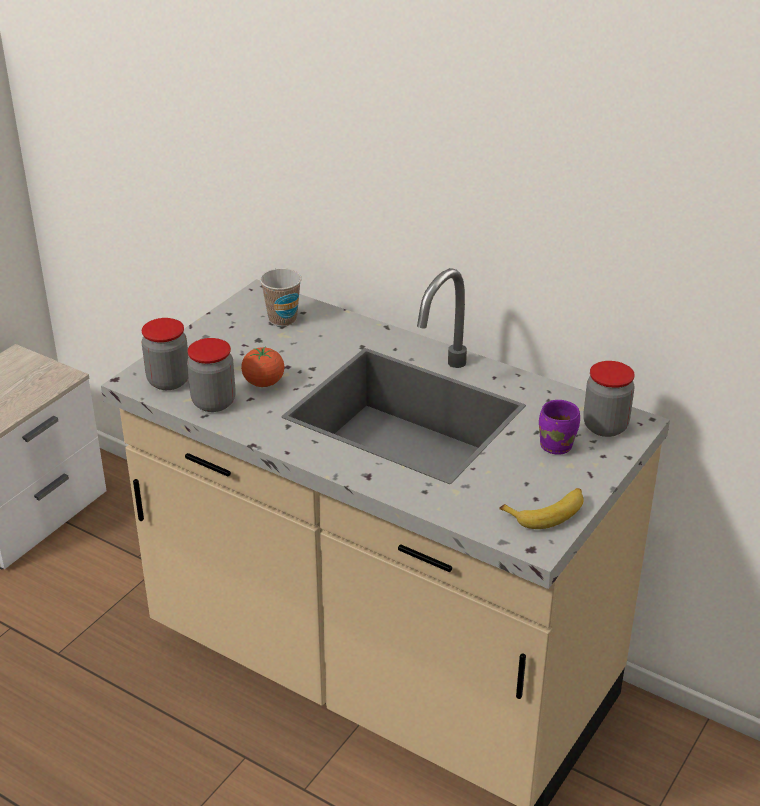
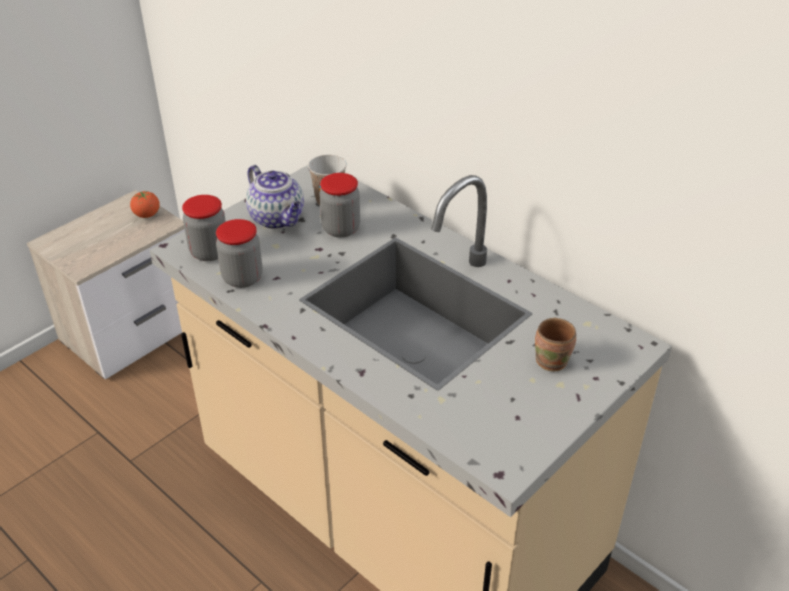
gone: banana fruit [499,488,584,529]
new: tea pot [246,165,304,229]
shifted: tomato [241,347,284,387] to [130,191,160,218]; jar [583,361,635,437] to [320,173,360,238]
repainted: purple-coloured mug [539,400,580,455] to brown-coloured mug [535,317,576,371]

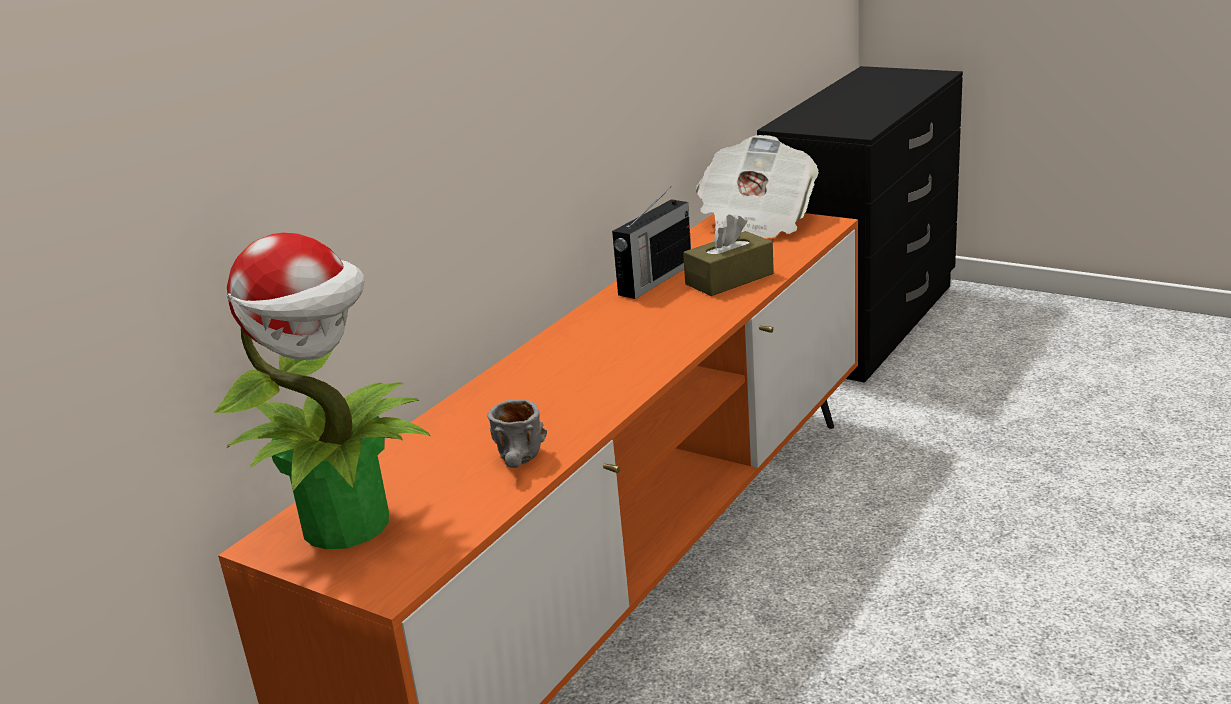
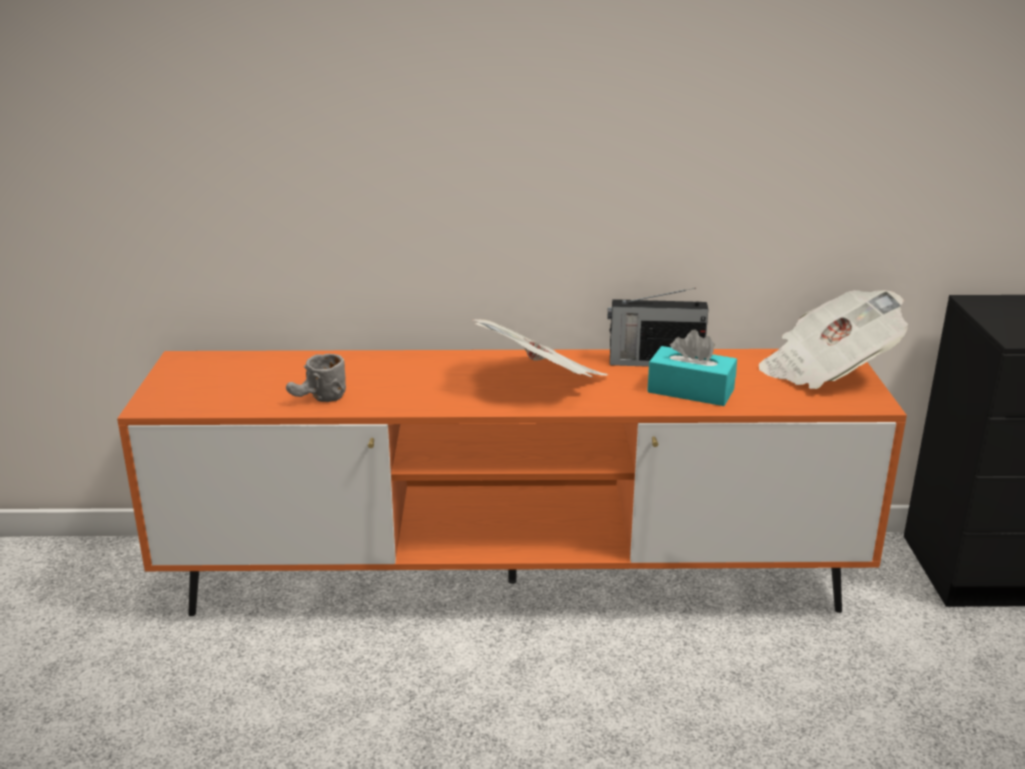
gone: plant in a pot [214,232,430,549]
new: printed paper [474,319,608,377]
repainted: brown-coloured box of tissues [683,214,774,296] to turquoise-coloured box of tissues [647,330,737,406]

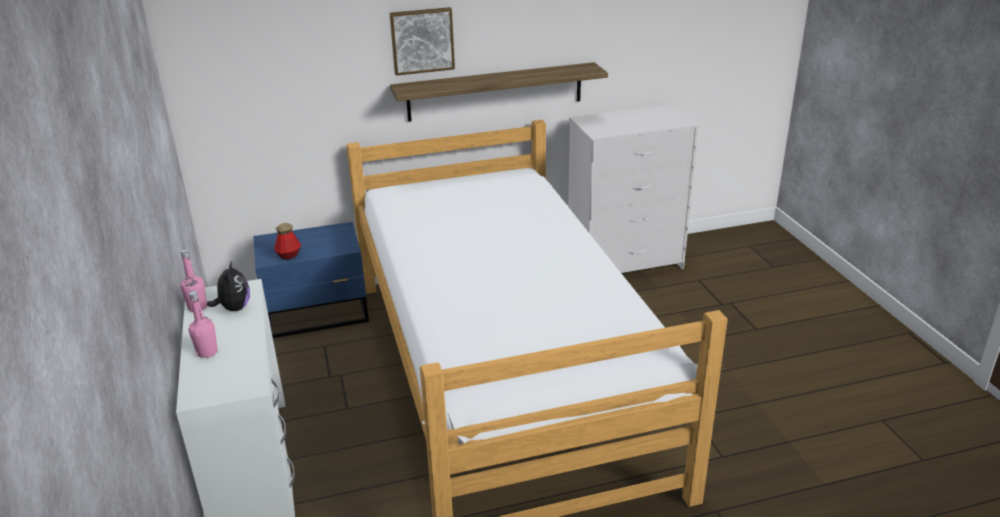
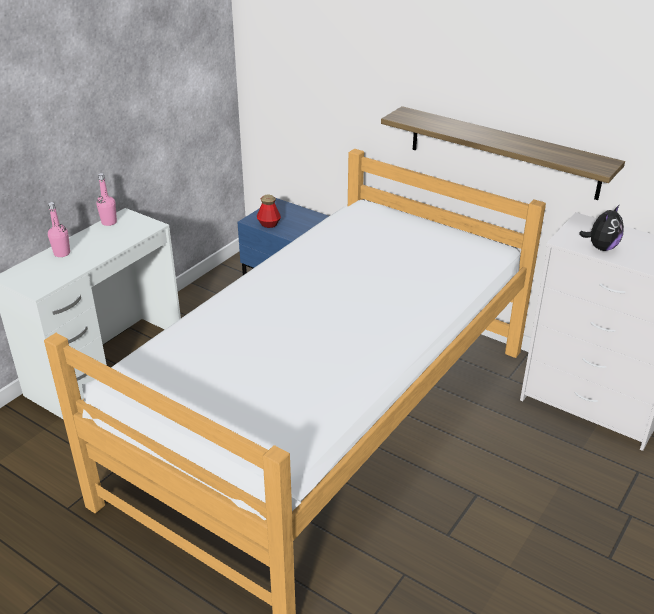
gone: wall art [390,7,455,76]
shifted: soft toy [207,260,250,311] to [579,204,624,251]

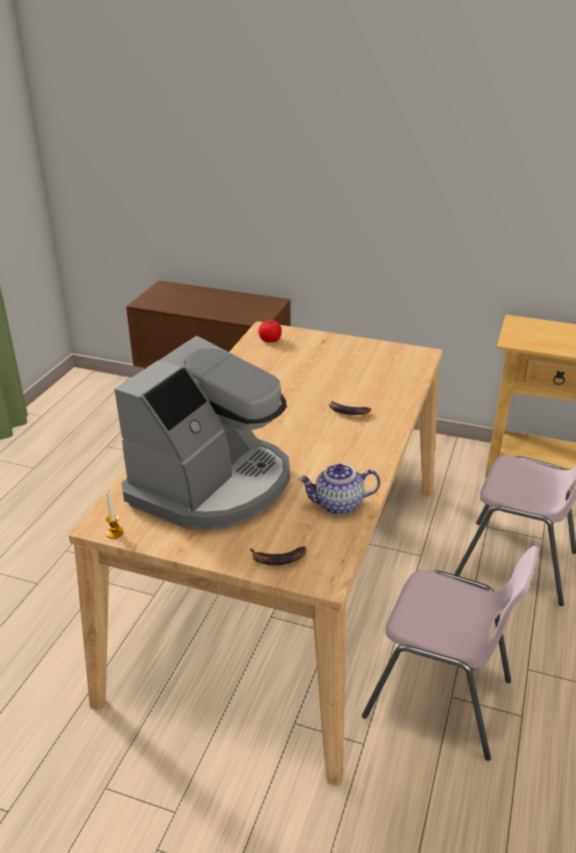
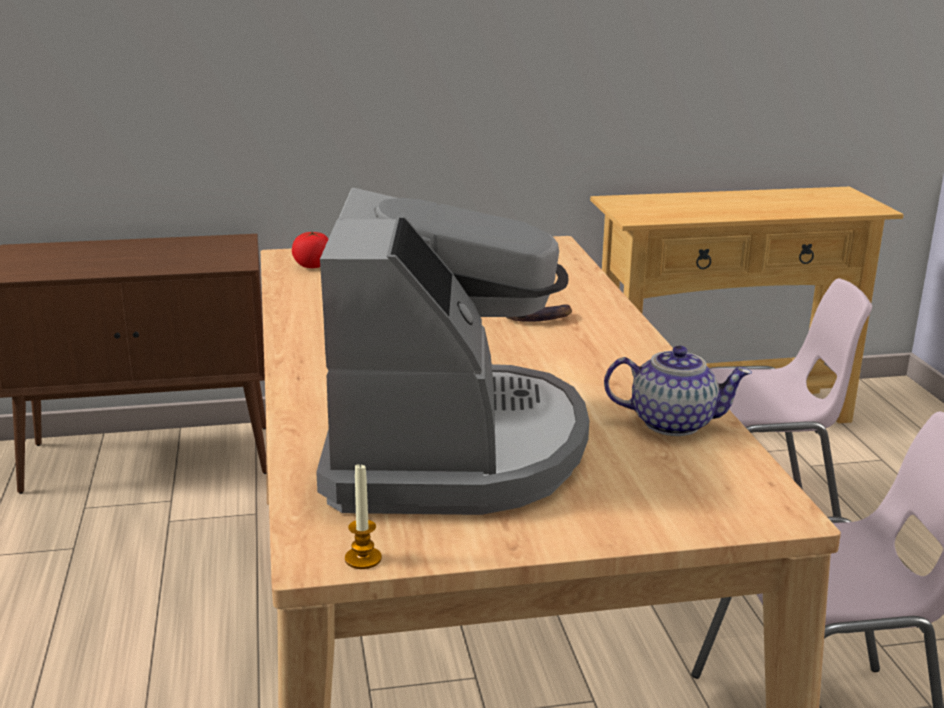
gone: banana fruit [250,546,307,565]
rotated: tea pot [298,464,380,515] = [604,346,752,436] 135 degrees counterclockwise

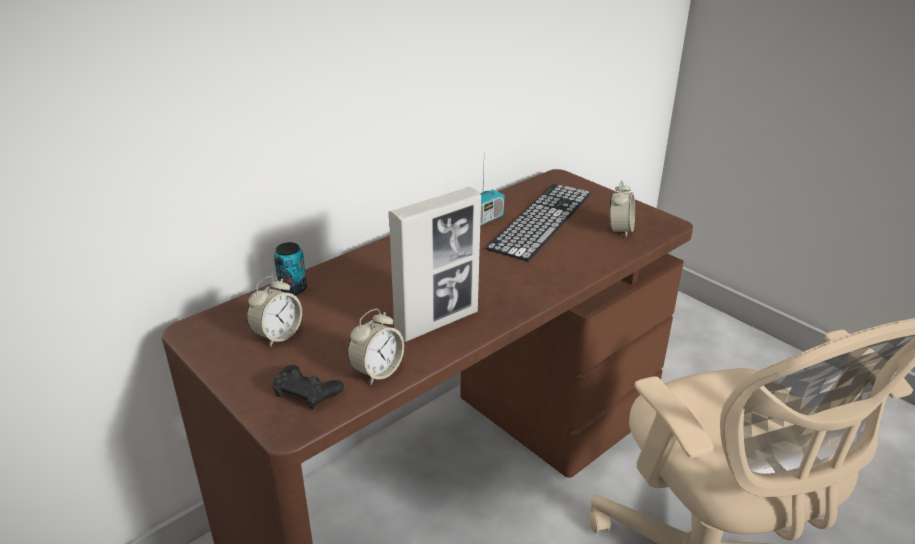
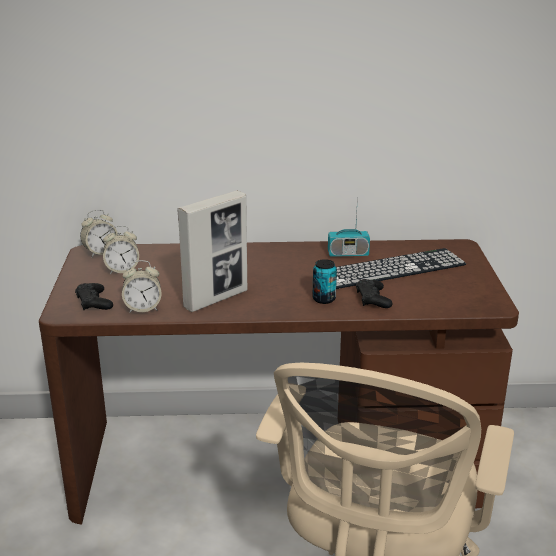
new: black joypad [356,279,393,308]
shifted: sealed can [274,242,307,295] to [312,259,337,304]; table clock [609,180,635,237] to [80,209,118,257]
rotated: standing frame [388,187,481,342] = [177,191,247,312] 45 degrees counterclockwise

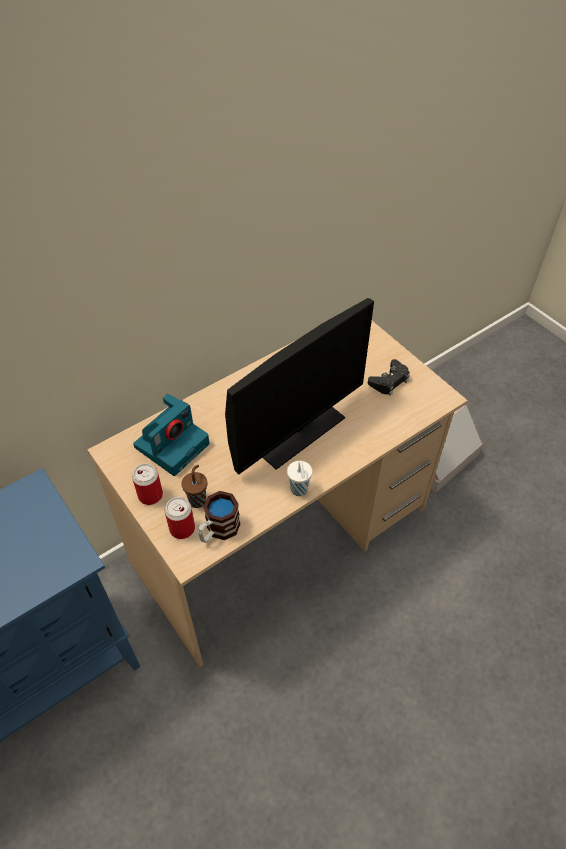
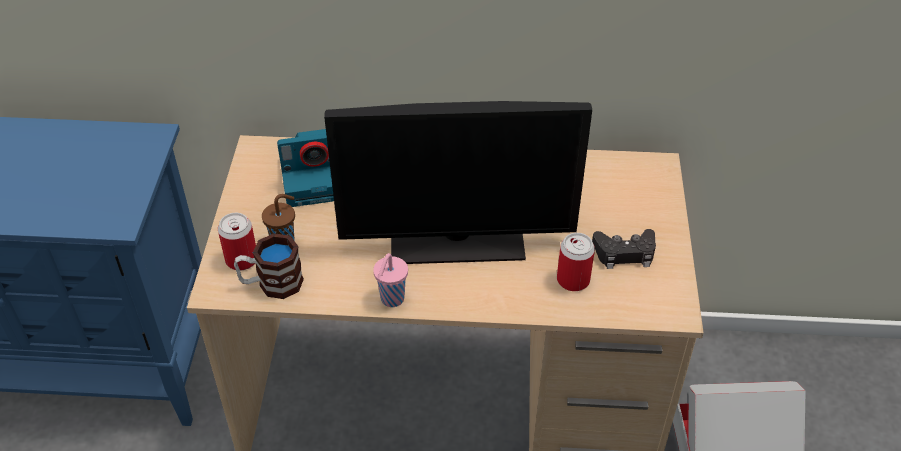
shifted: sealed can [132,463,163,505] to [557,233,595,291]
repainted: white-coloured small cup [287,461,312,496] to pink small cup [373,253,408,307]

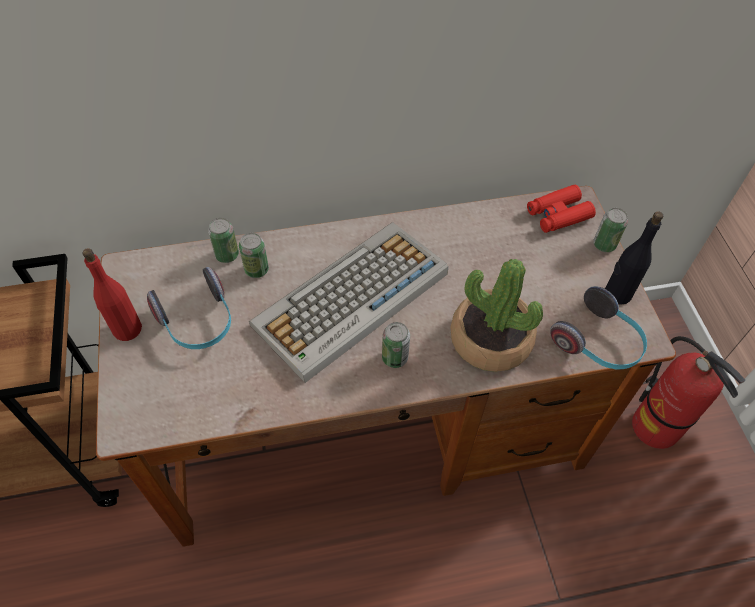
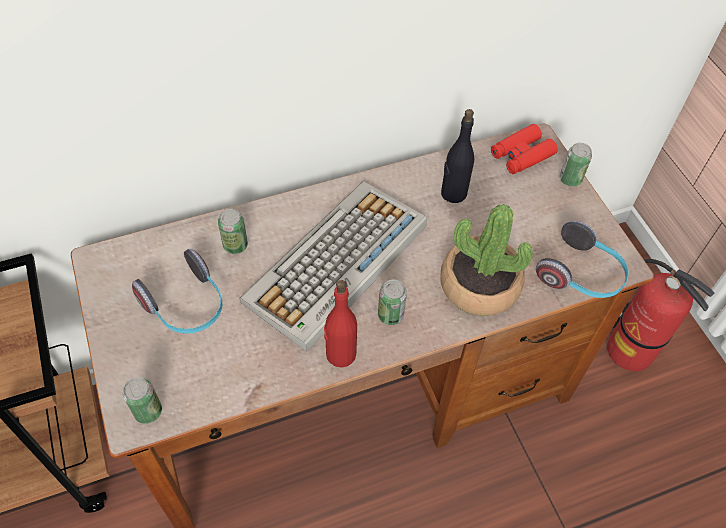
shifted: reddish bottle [82,248,142,341] to [324,280,357,367]; sealed can [208,218,239,263] to [123,377,162,424]; black bottle [605,211,663,305] to [441,109,474,203]

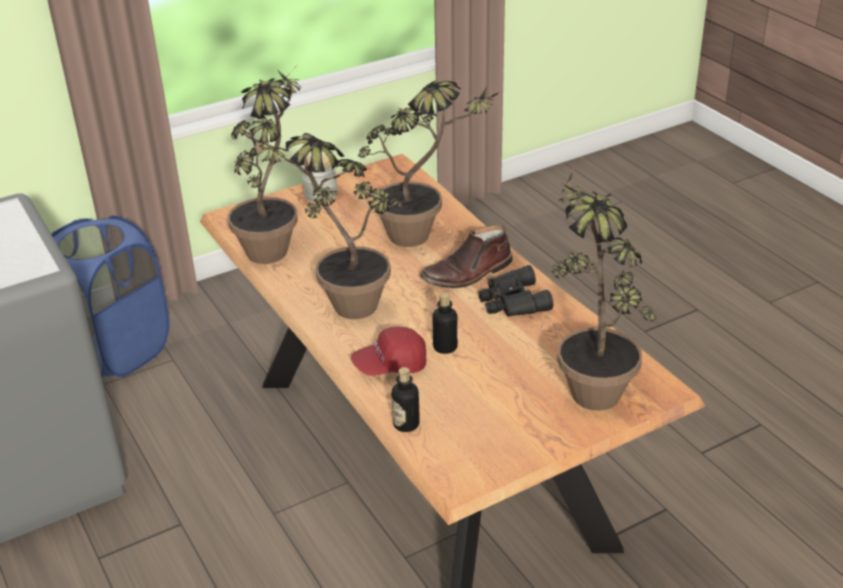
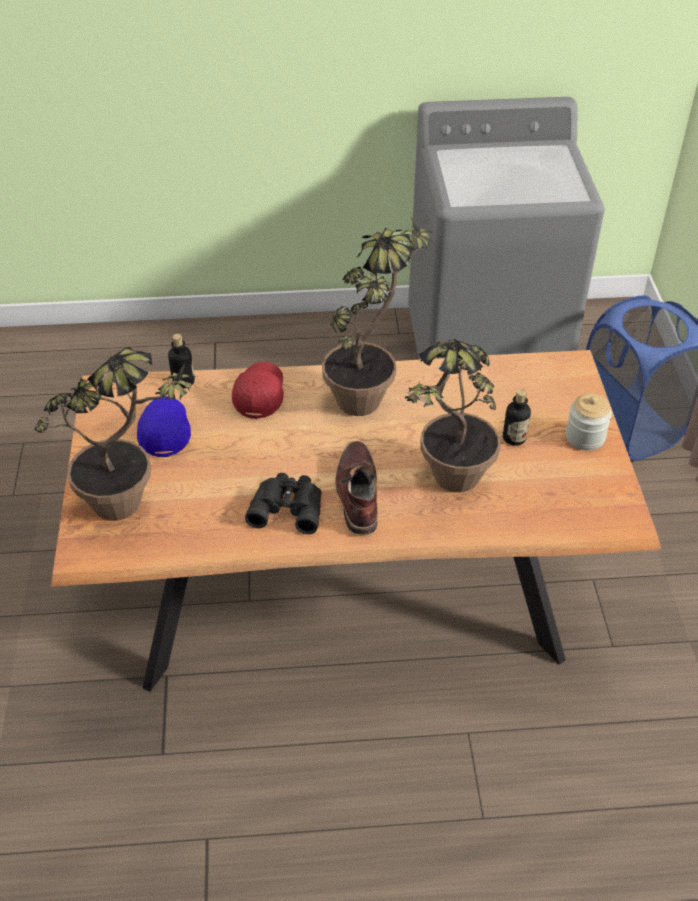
gone: plant in a pot [228,61,302,264]
new: blue-coloured peaked cap [137,396,191,457]
shifted: bottle [432,293,458,354] to [503,389,531,446]

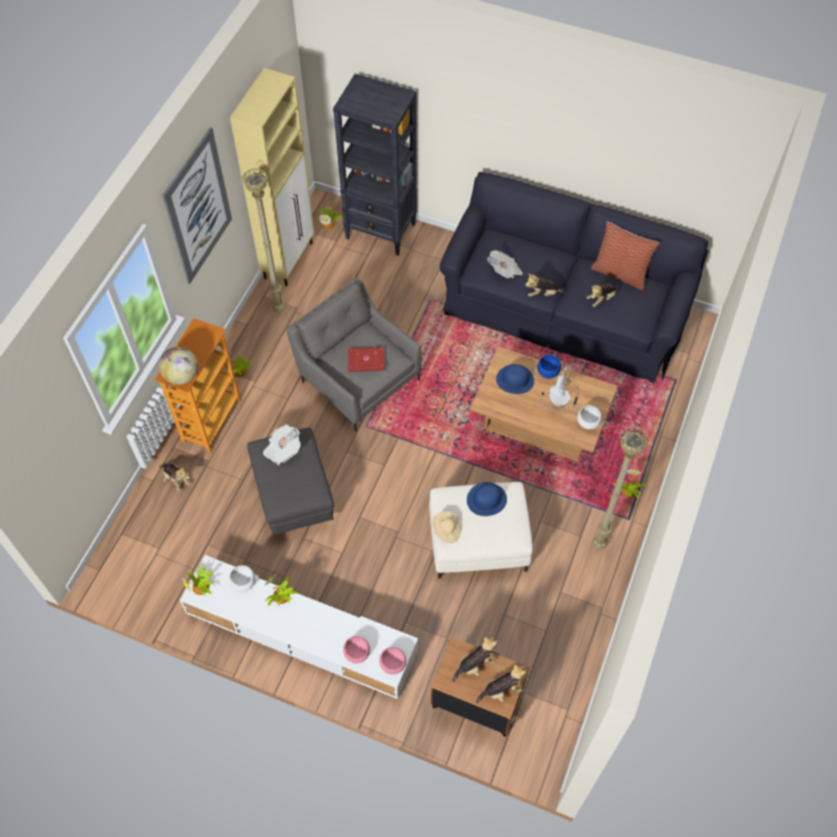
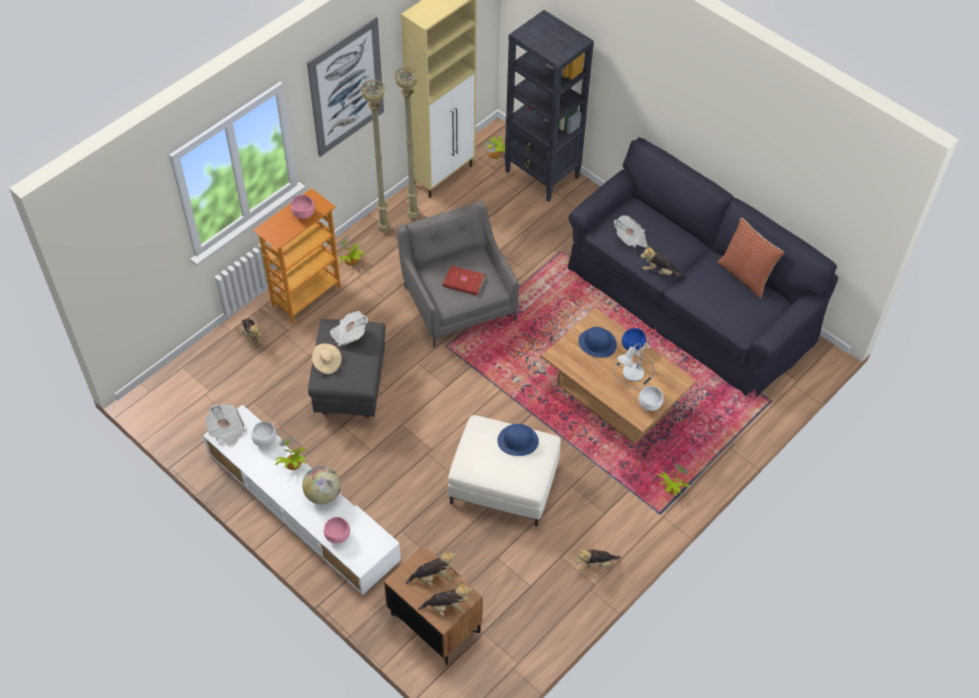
shifted: world globe [159,347,198,385] to [302,466,341,505]; pink deep dish [379,647,406,675] to [291,195,315,219]; beige-coloured hat [433,511,461,543] to [312,344,341,374]; soft toy [587,284,619,307] to [576,549,620,571]; beige-coloured standing lamp [593,426,650,549] to [360,79,390,232]
swapped: plant in a pot [182,566,214,596] to printed paper [205,404,246,447]

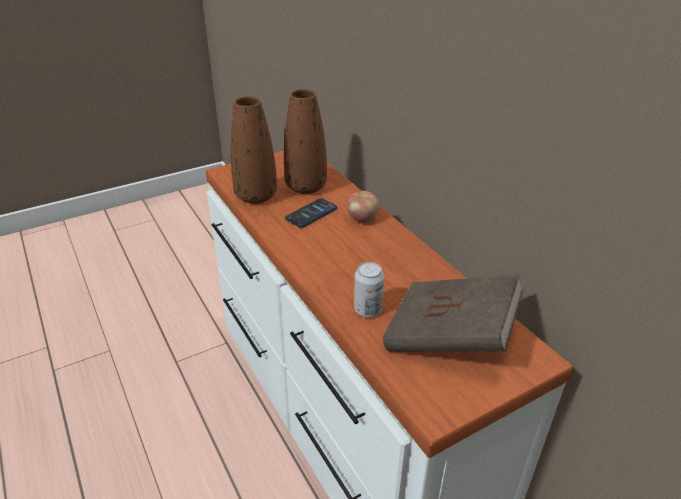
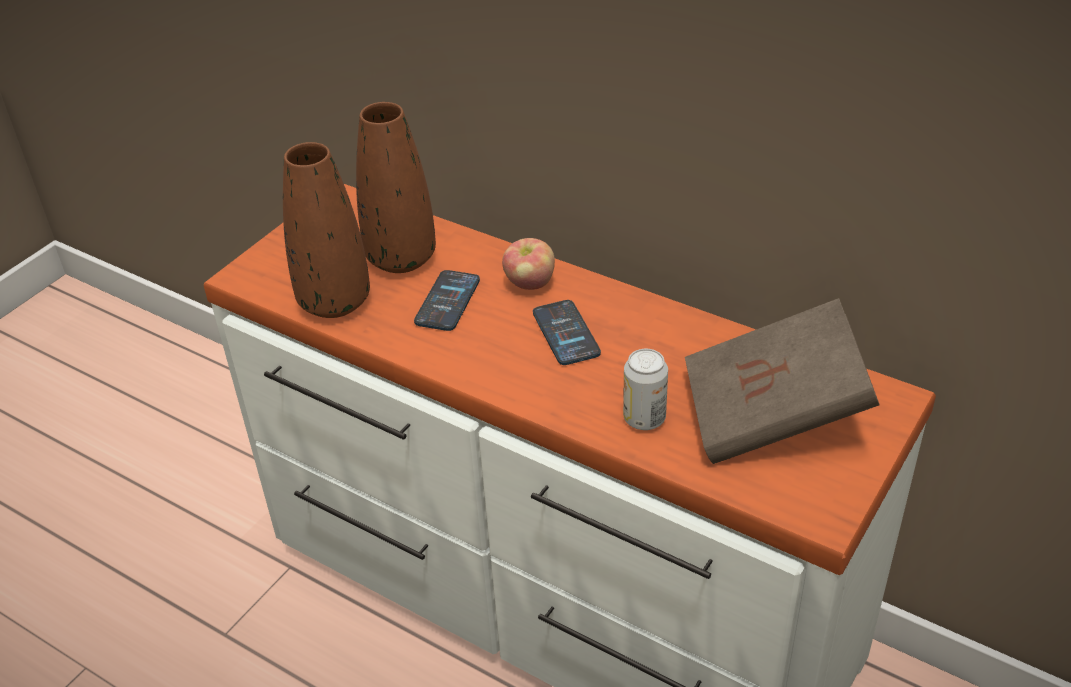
new: telephone [533,300,601,365]

